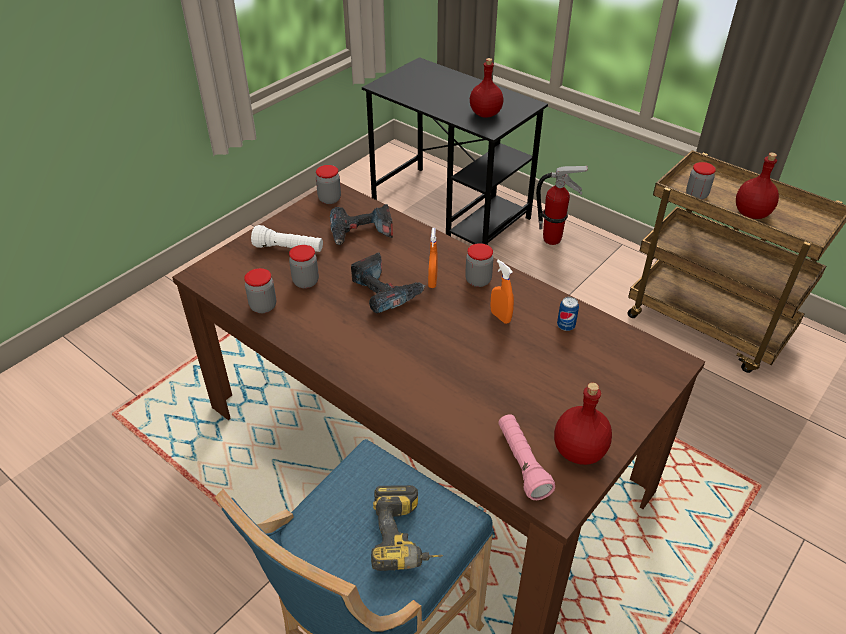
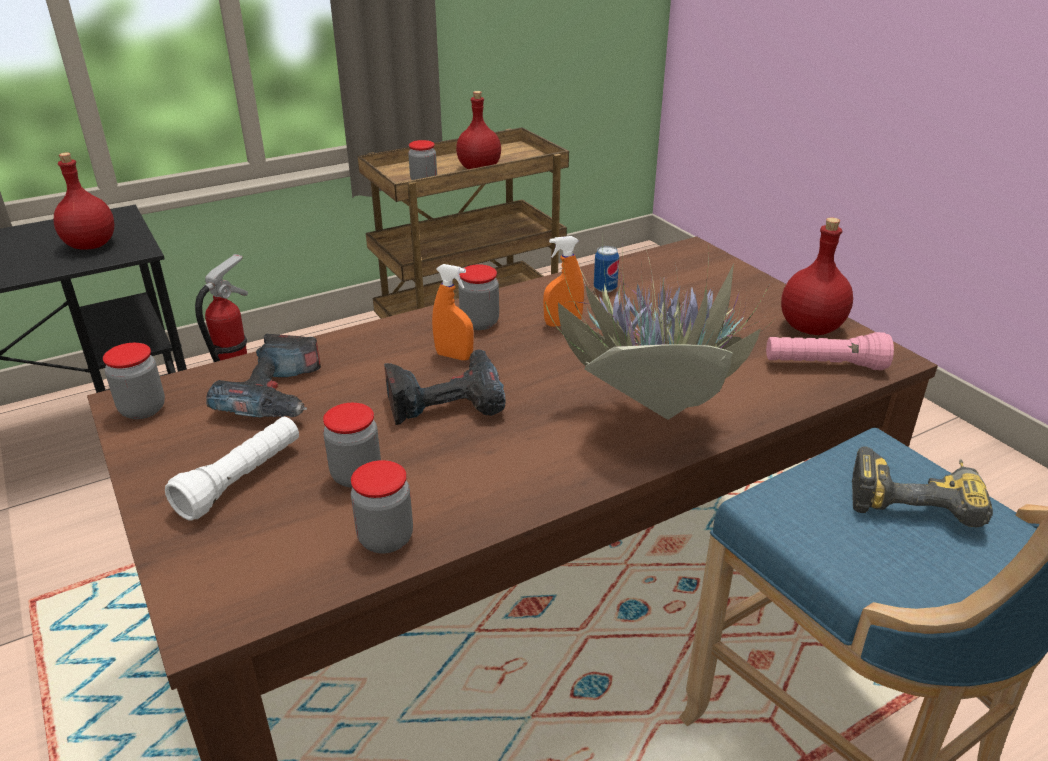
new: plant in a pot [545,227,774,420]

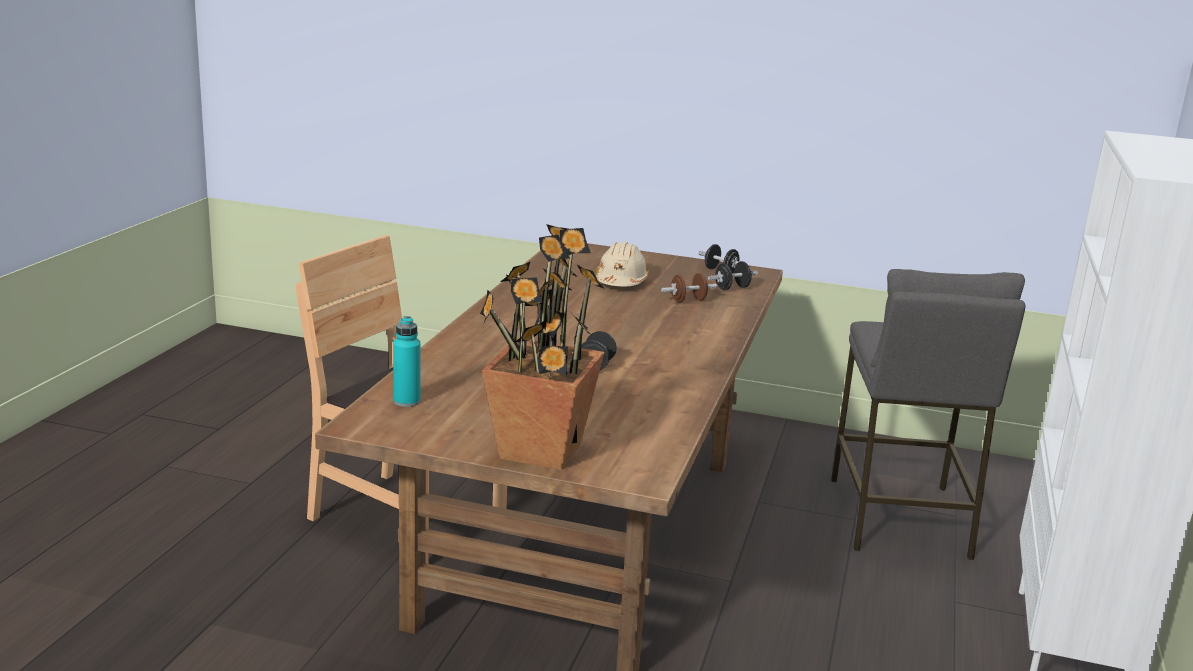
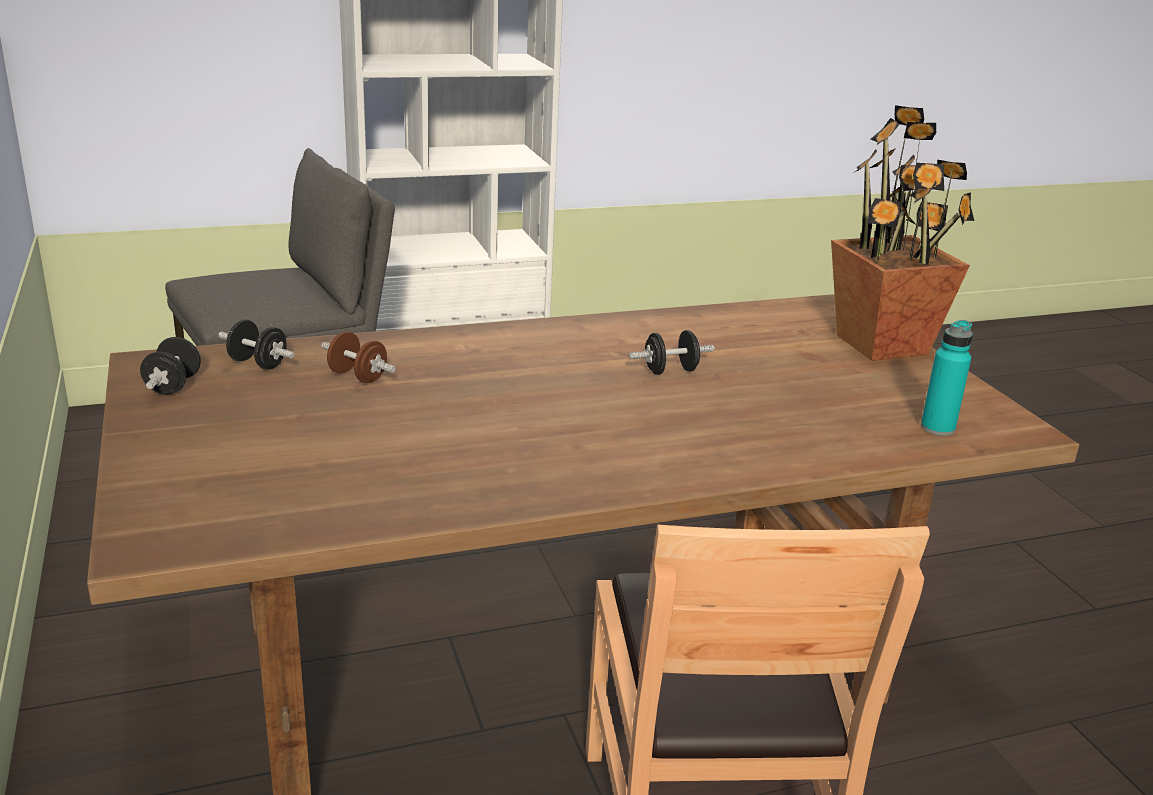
gone: beige-coloured safety helmet [595,242,649,286]

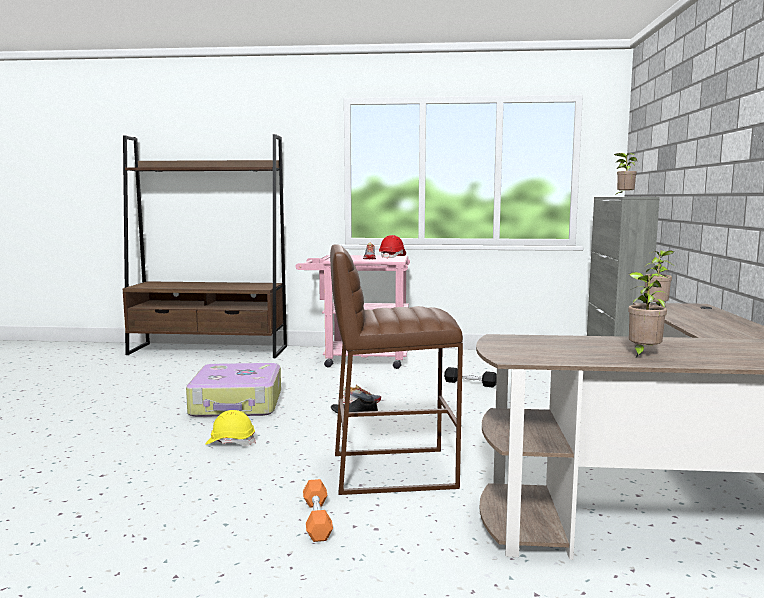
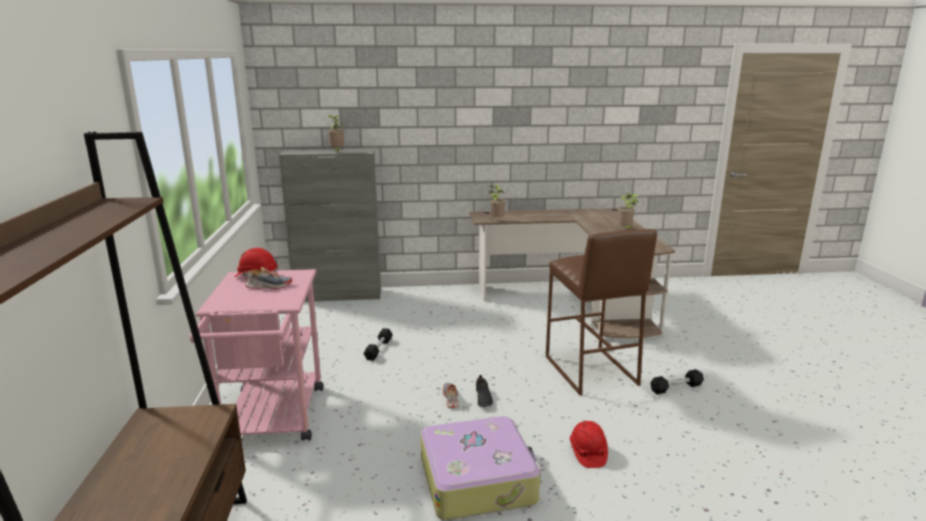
repainted: yellow safety helmet [206,410,256,445] to reddish safety helmet [570,421,608,468]; orange hand weight [303,479,333,542] to black hand weight [650,369,704,395]

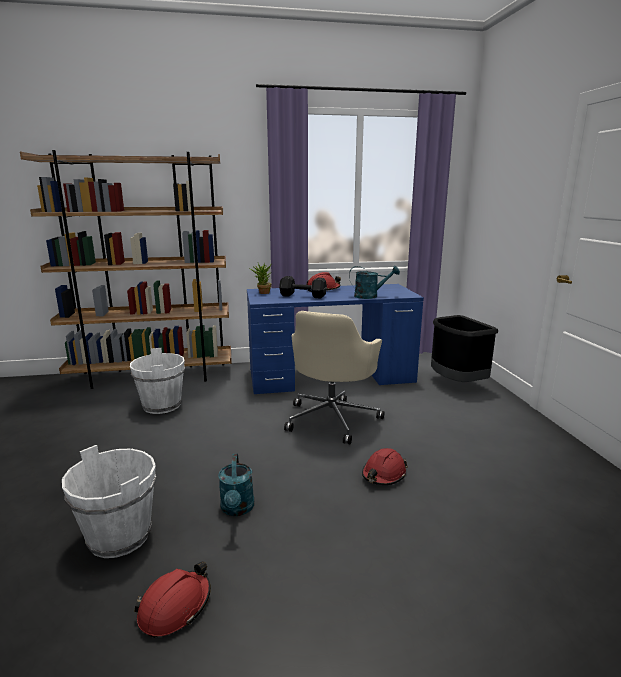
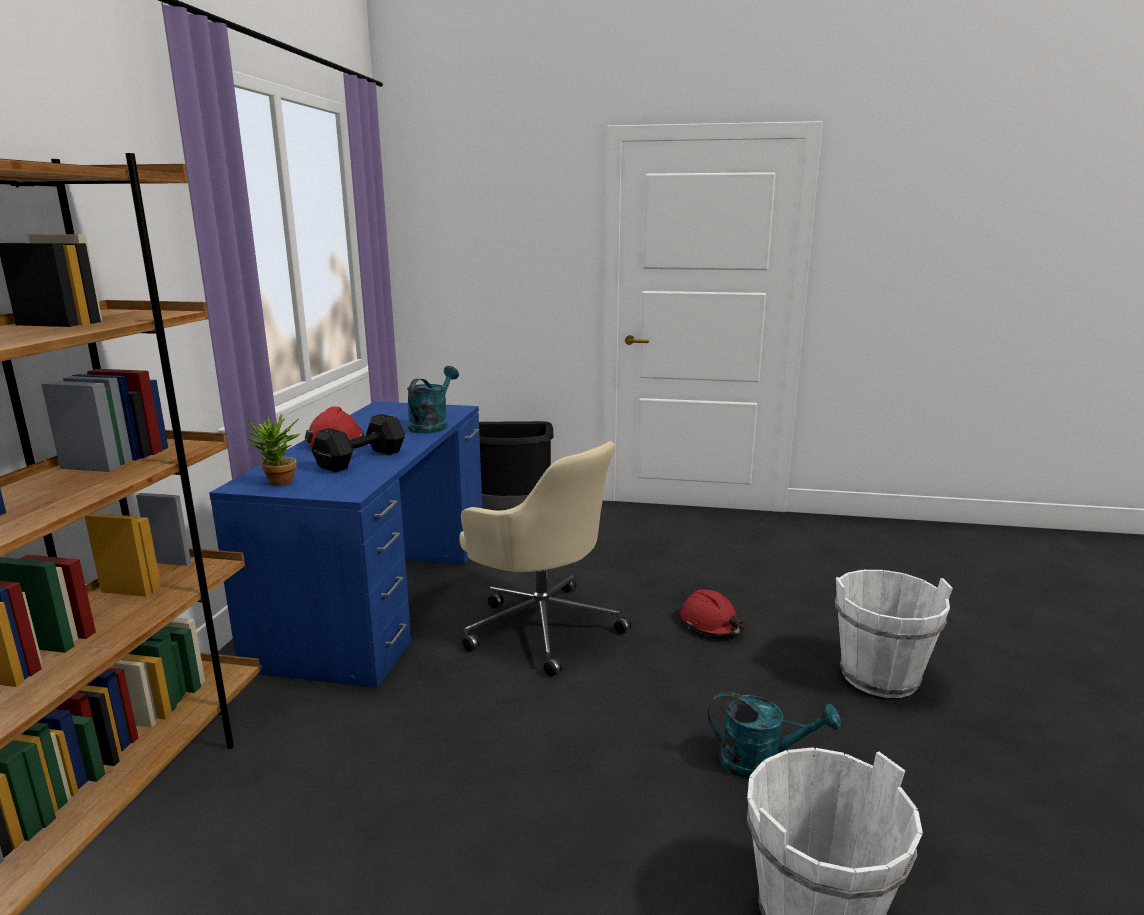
gone: reddish safety helmet [134,561,211,638]
shifted: white-coloured bucket [130,348,185,414] to [835,570,953,698]

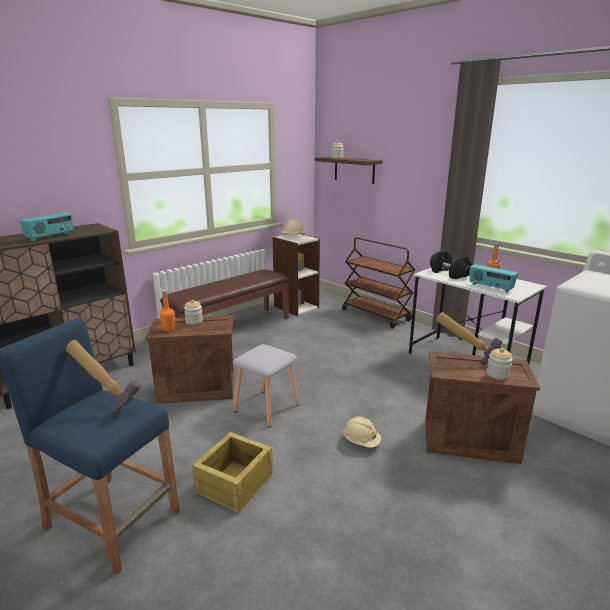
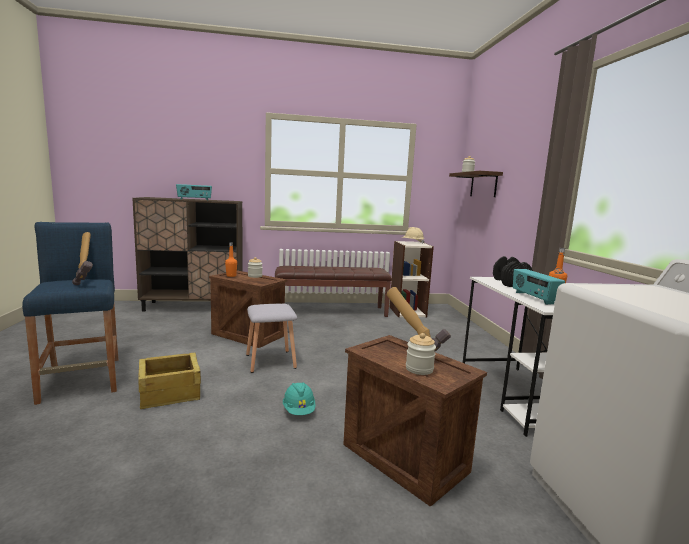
gone: brown-coloured cart [342,237,415,328]
repainted: beige-coloured safety helmet [343,416,382,448] to turquoise-coloured safety helmet [283,382,316,415]

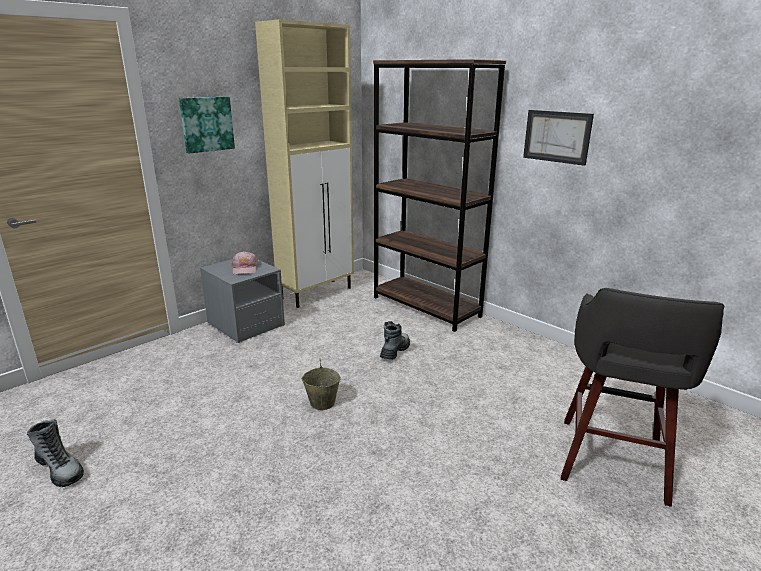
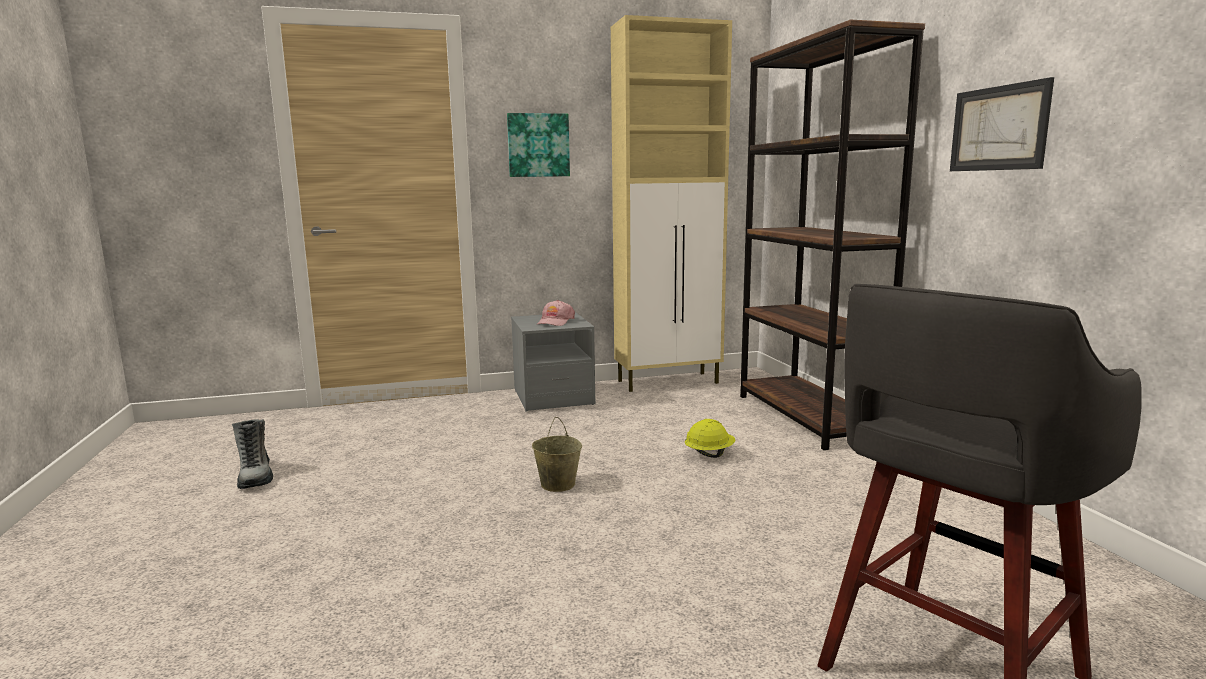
swapped: tall boot [380,321,410,360] to yellow safety helmet [685,419,735,458]

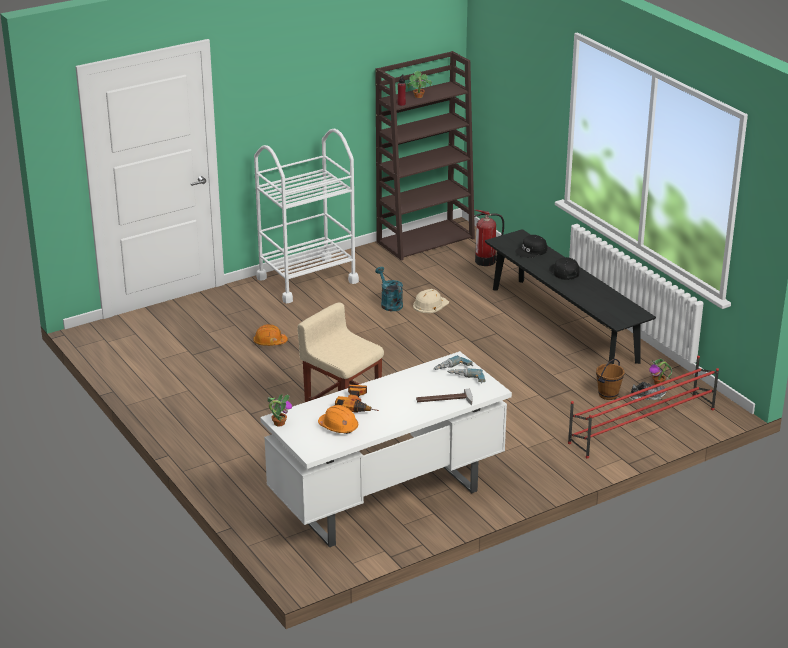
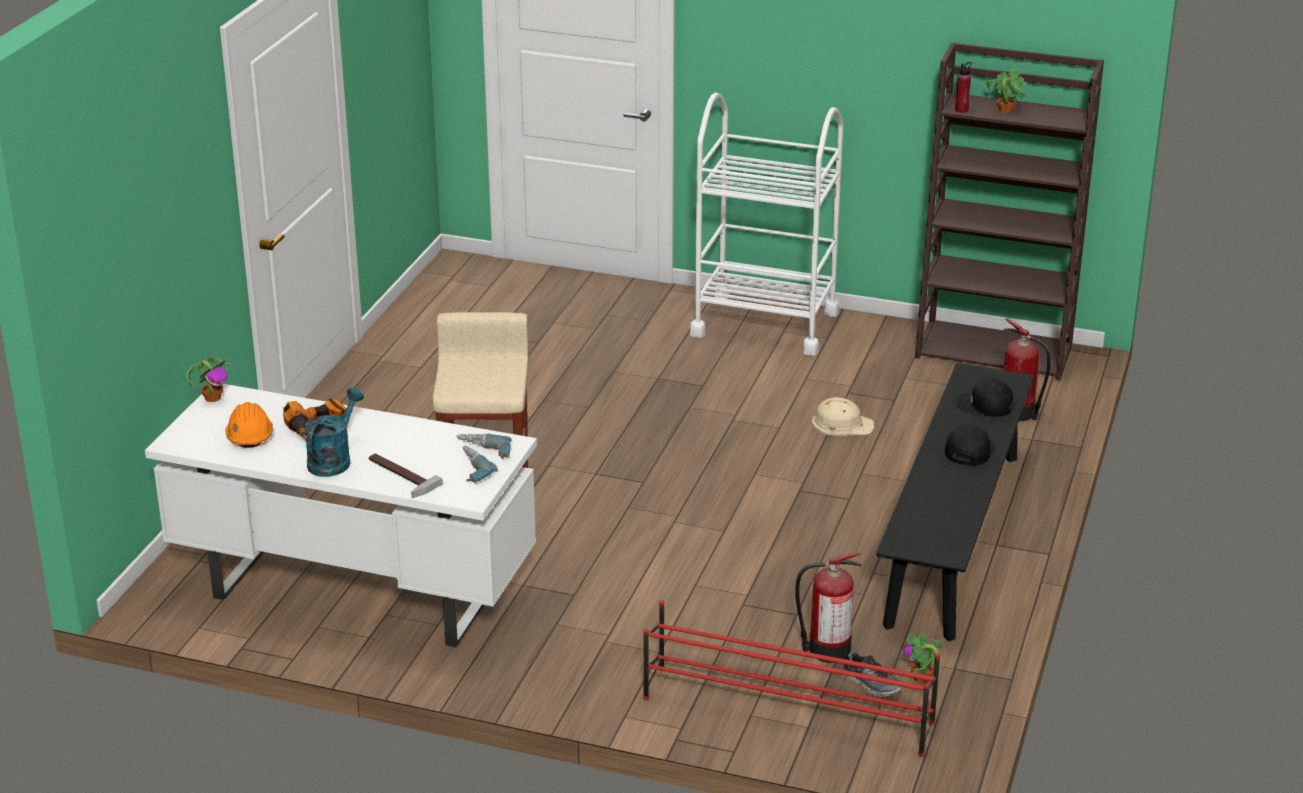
gone: orange safety helmet [253,324,288,346]
shifted: turquoise-coloured watering pot [375,267,403,311] to [305,388,364,477]
swapped: brown-coloured bucket [596,359,625,400] to extinguisher [795,552,861,663]

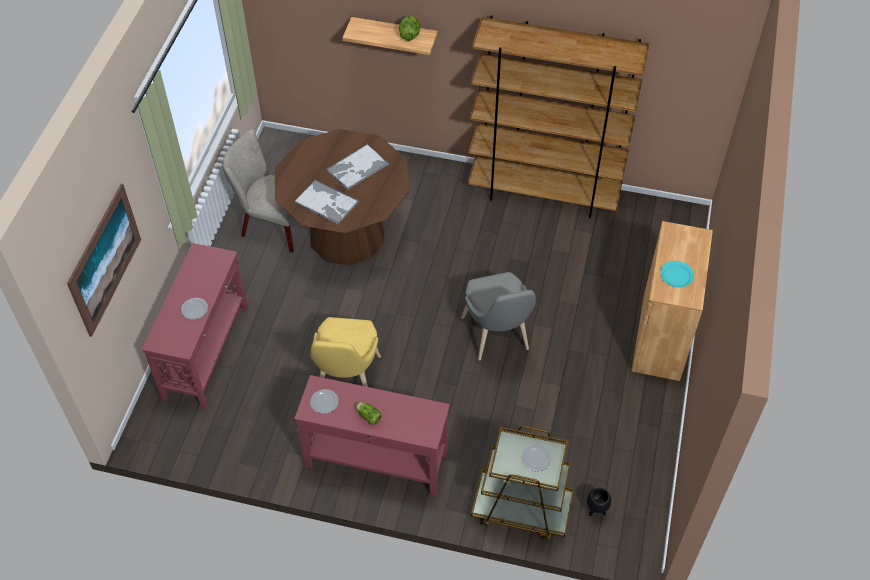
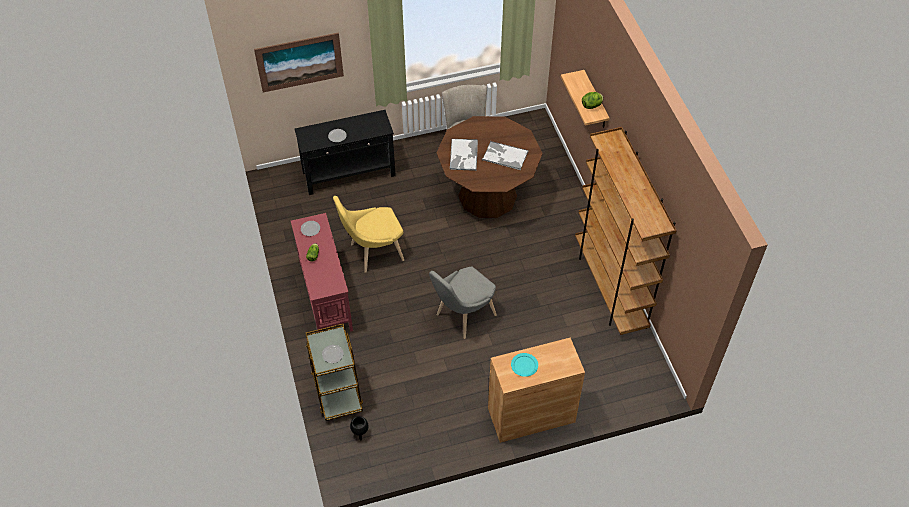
repainted: reddish console table [142,243,248,410] to black console table [294,110,396,195]

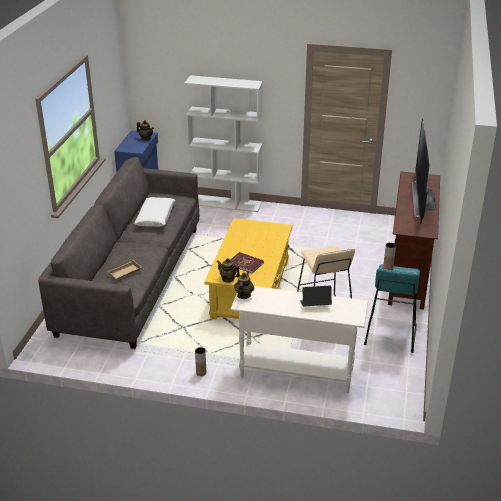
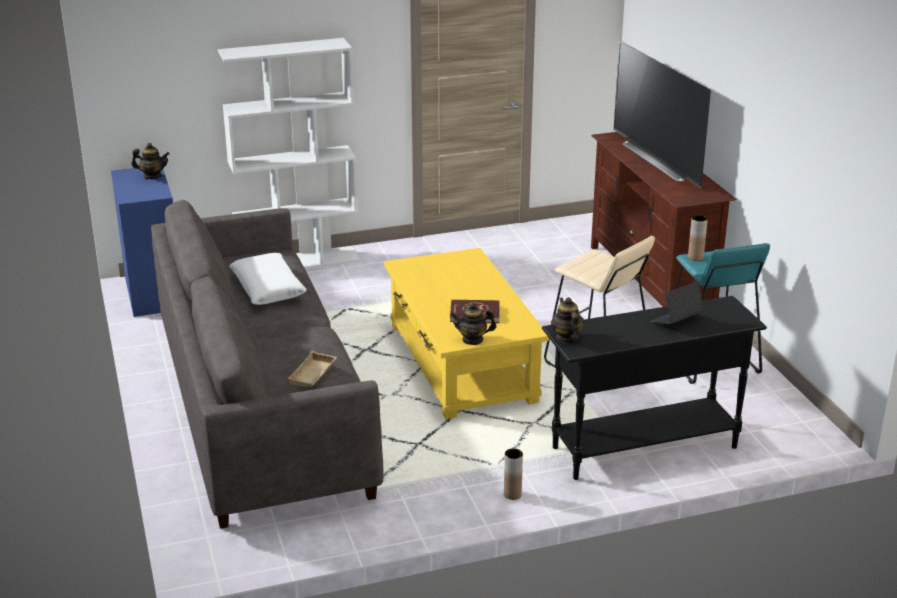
repainted: white-coloured console table [230,286,368,393] to black console table [542,296,767,480]

